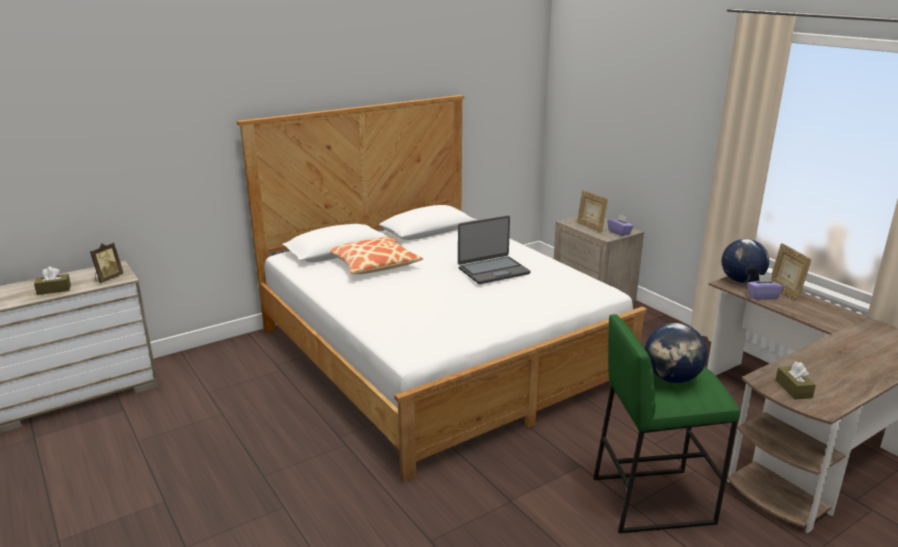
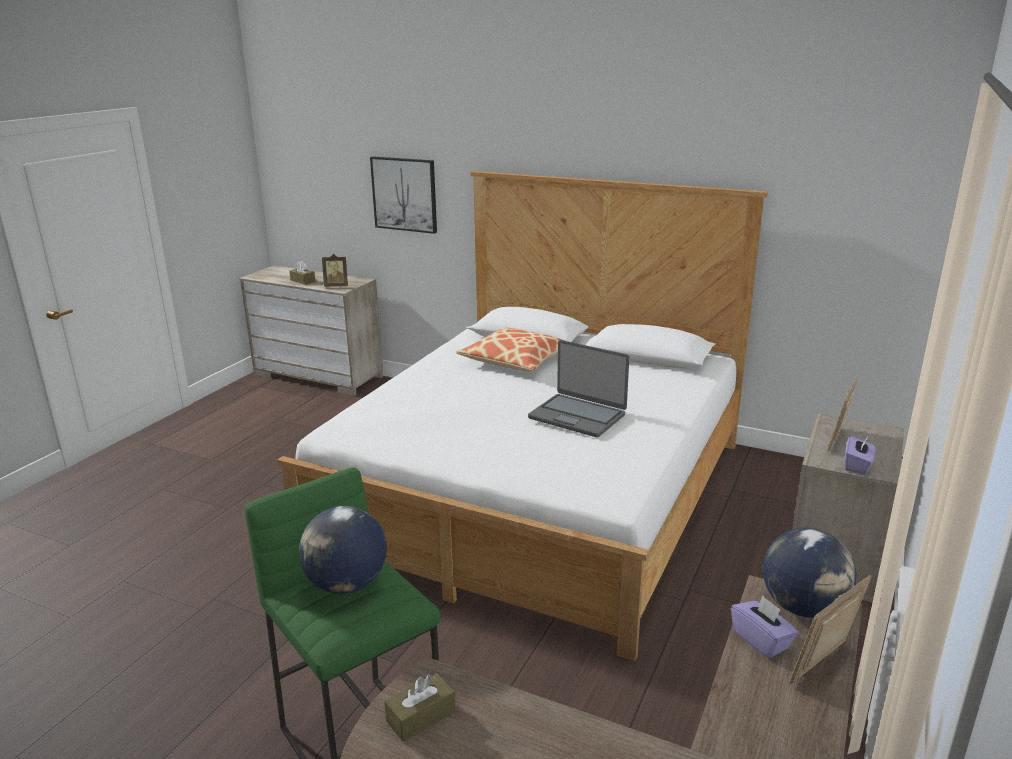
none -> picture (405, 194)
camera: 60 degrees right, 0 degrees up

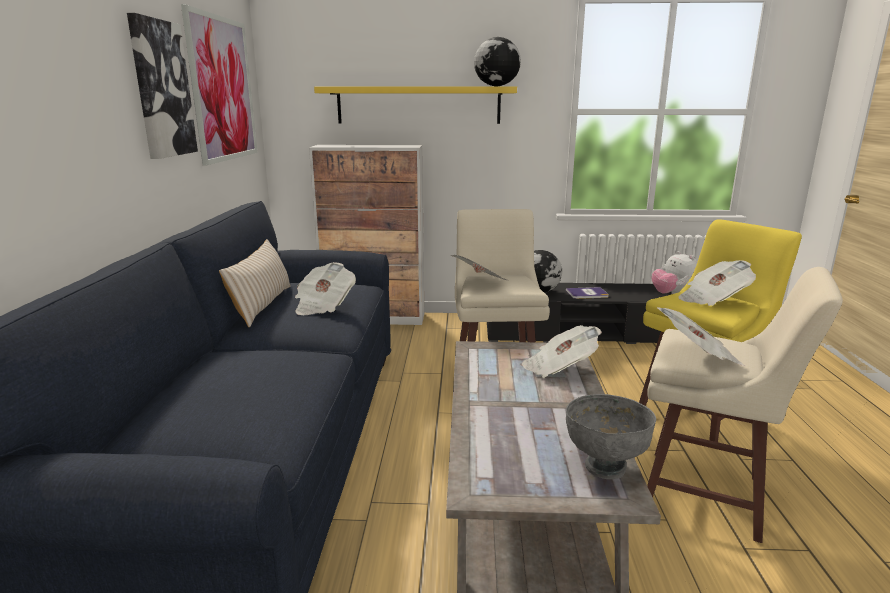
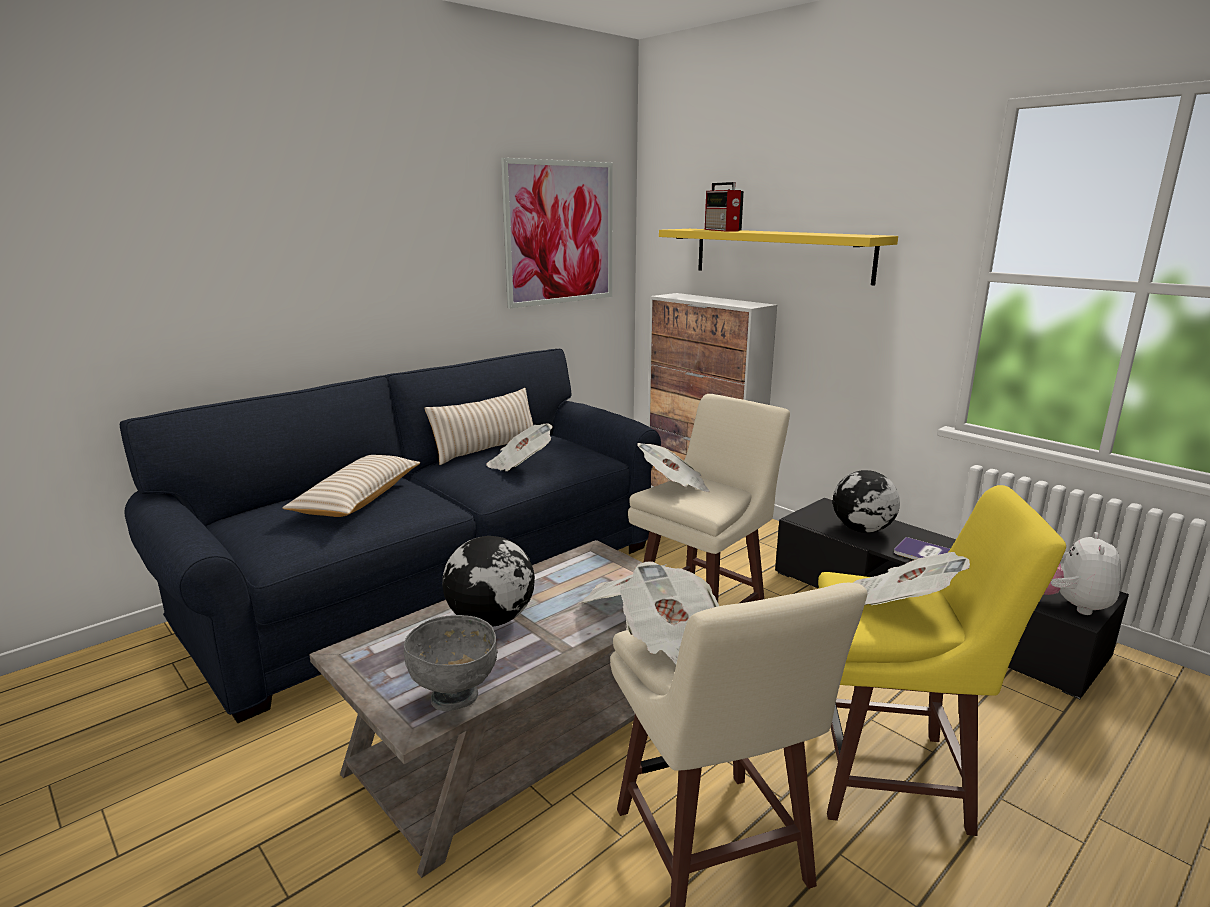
picture (161, 89) -> none
globe (496, 86) -> globe (492, 619), moved
none -> pillow in beige-coloured (358, 499)
none -> radio set (722, 230)
camera: 45 degrees right, 0 degrees up

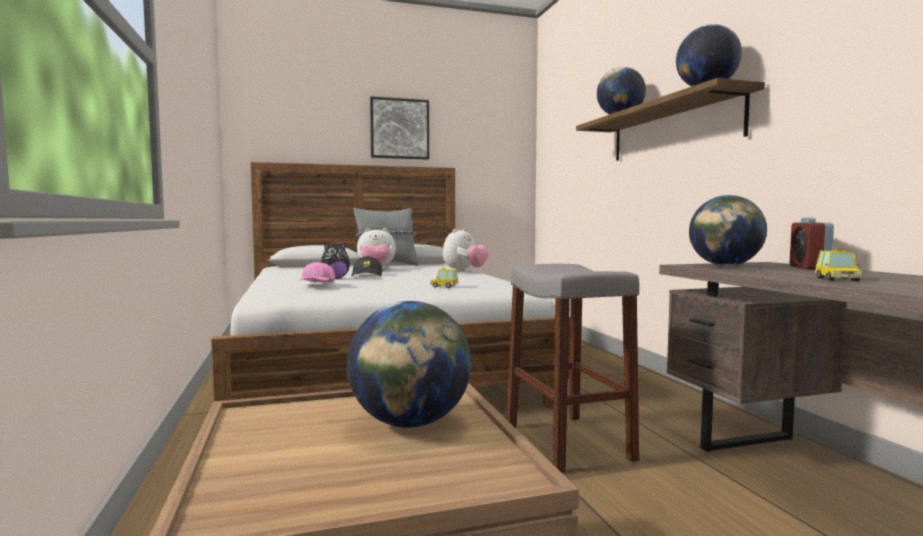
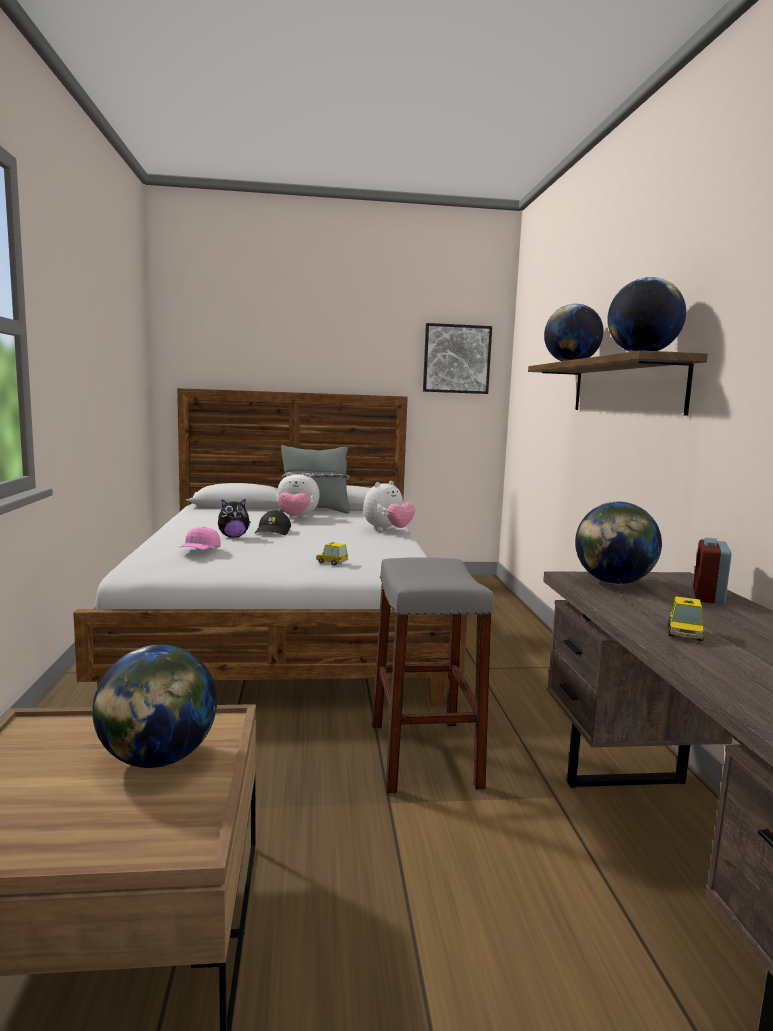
picture (399, 129) -> picture (456, 359), moved
camera: 10 degrees right, 5 degrees up

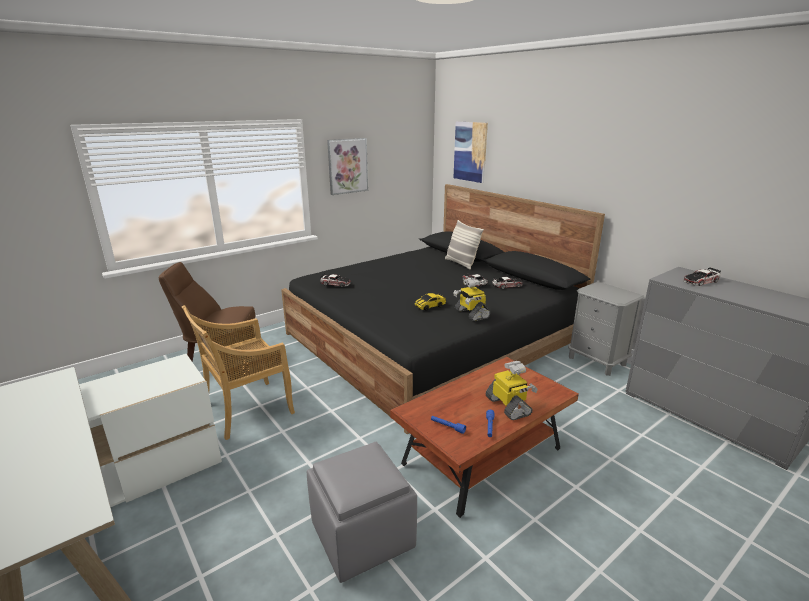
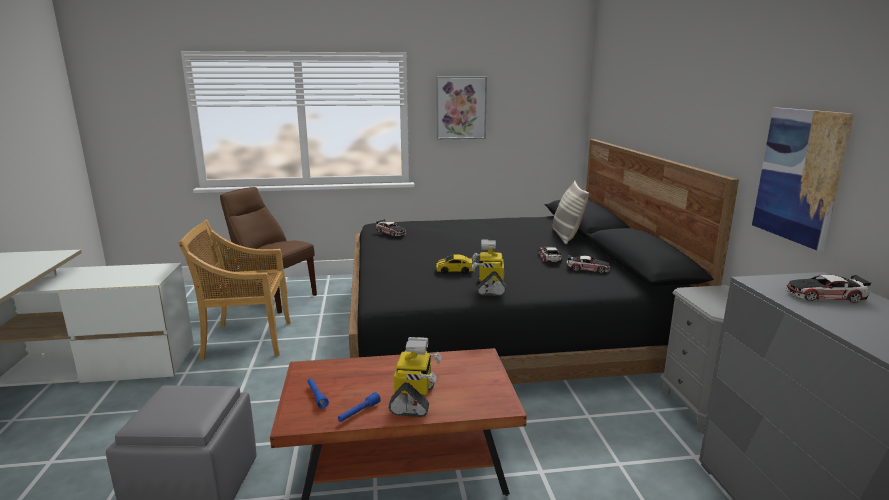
picture (470, 151) -> picture (799, 175), moved
camera: 30 degrees right, 5 degrees down

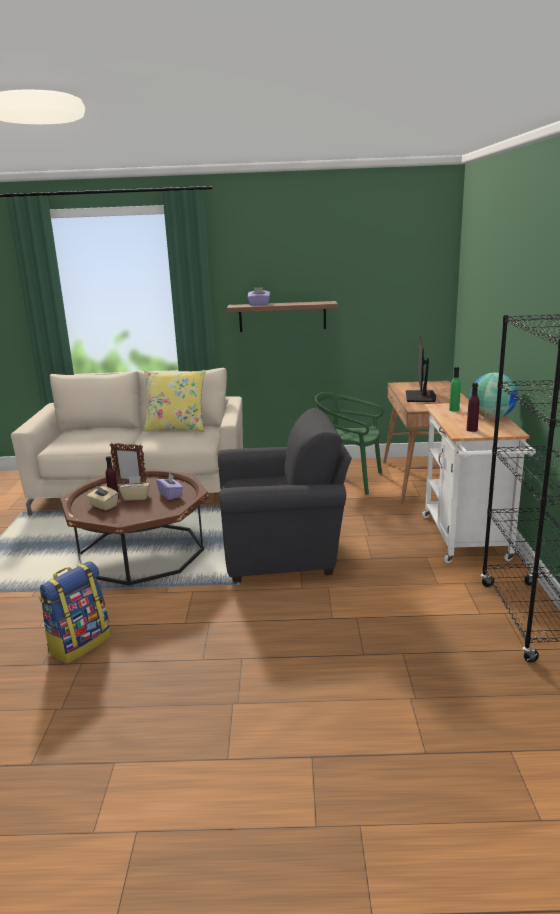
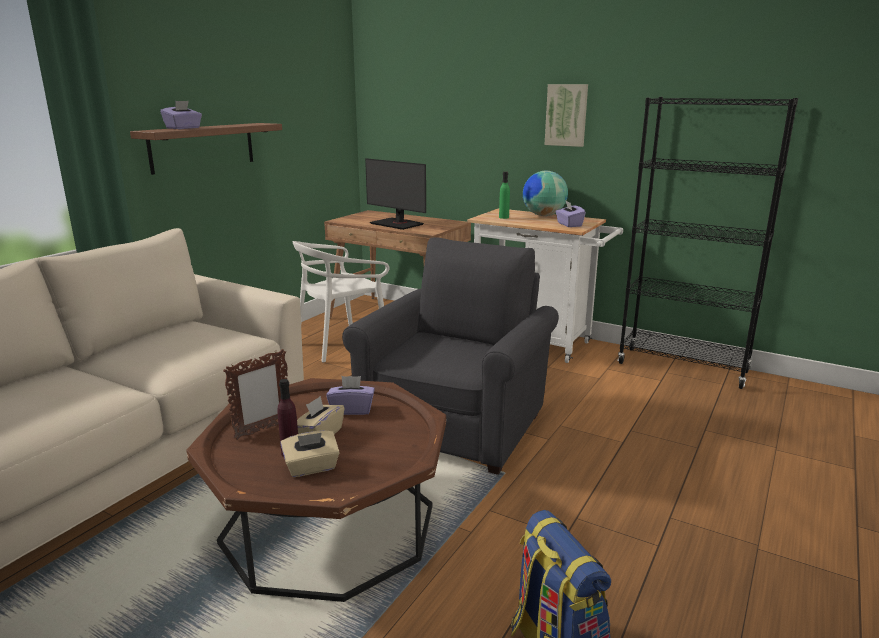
pillow in yellow (176, 428) -> none
plain chair in greenish (348, 480) -> plain chair in white (341, 344)
beverage bottle in purple (472, 430) -> tissue box in purple (569, 224)
none -> picture (566, 115)
camera: 60 degrees left, 0 degrees up

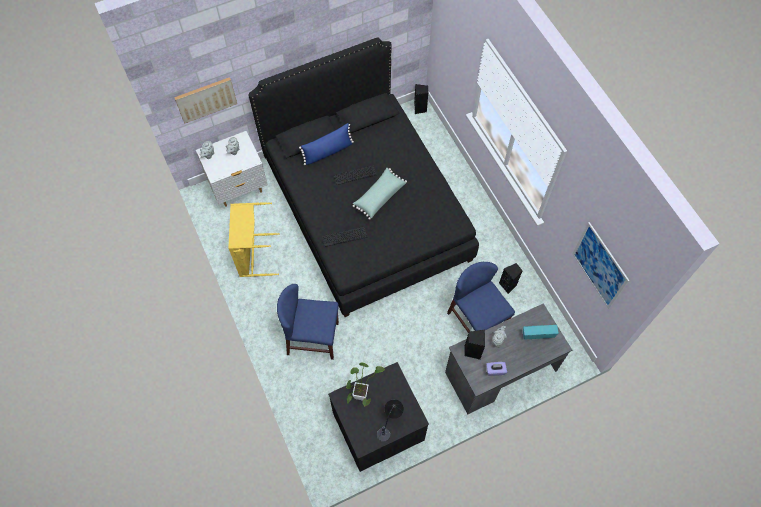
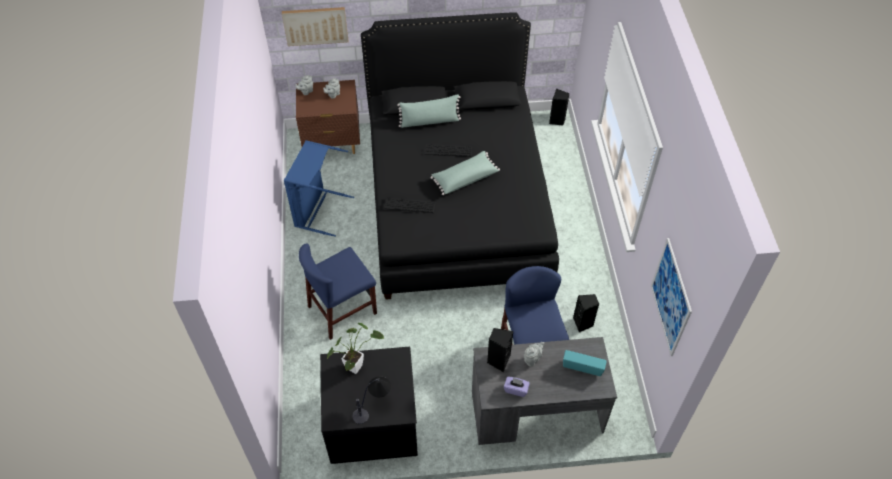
nightstand in white (239, 188) -> nightstand in brown-coloured (332, 144)
washing basket in yellow (253, 255) -> washing basket in bluish (318, 210)
plain chair in bluish (313, 338) -> plain chair in bluish (342, 310), 60 degrees counterclockwise
pillow in bluish (328, 152) -> pillow in greenish (429, 121)
camera: 20 degrees right, 10 degrees down

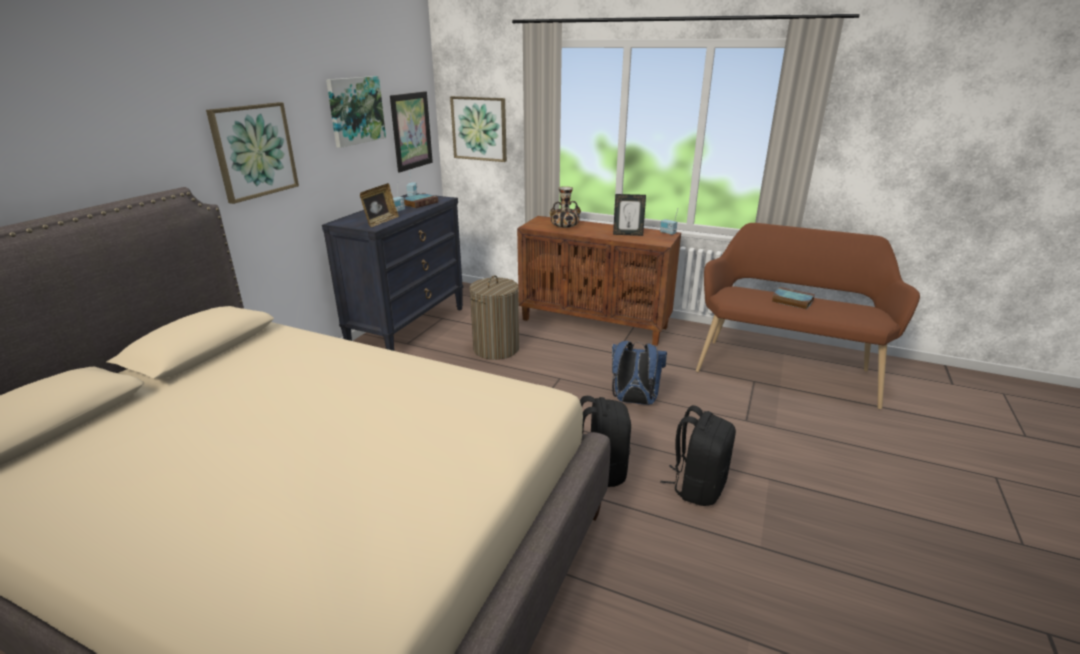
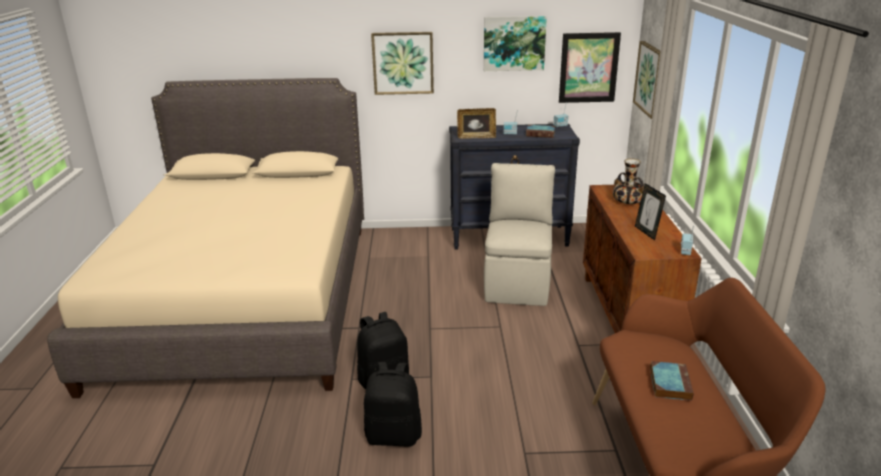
washing basket (496, 348) -> plain chair in beige-coloured (518, 283)
rucksack in bluish (633, 401) -> none
camera: 65 degrees right, 0 degrees up

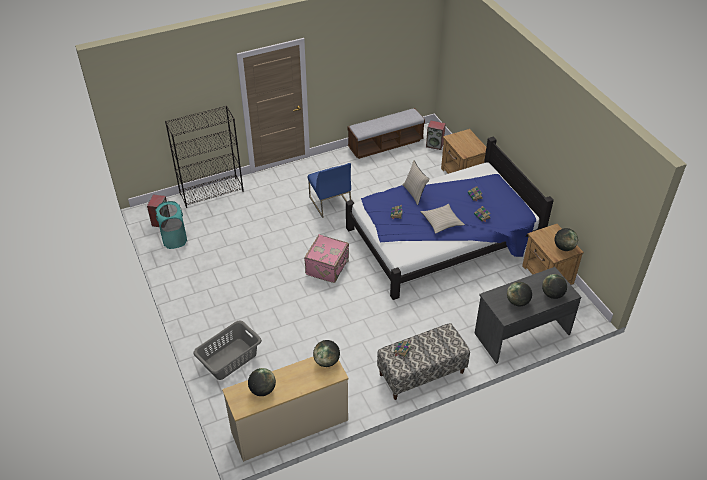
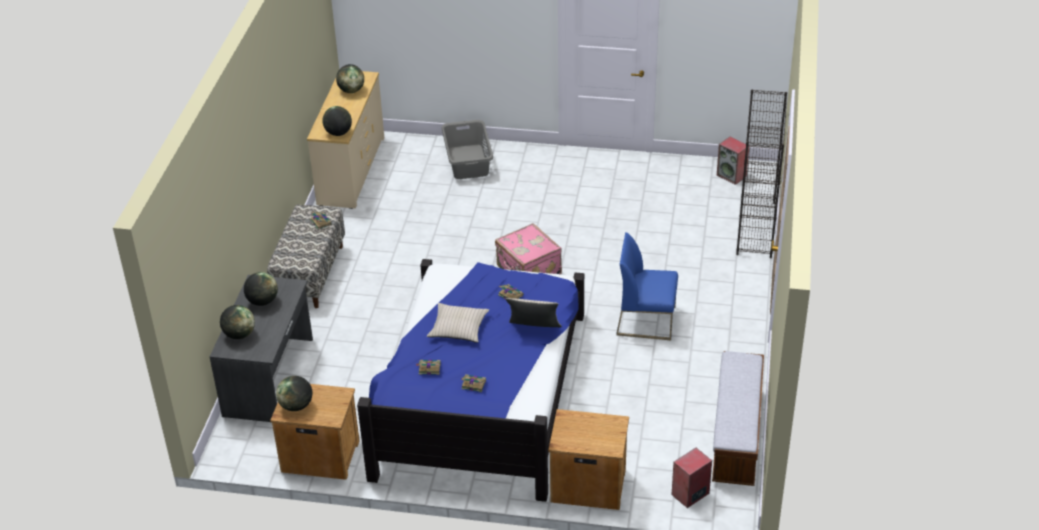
washing basket in turquoise (174, 239) -> none
camera: 125 degrees right, 5 degrees down

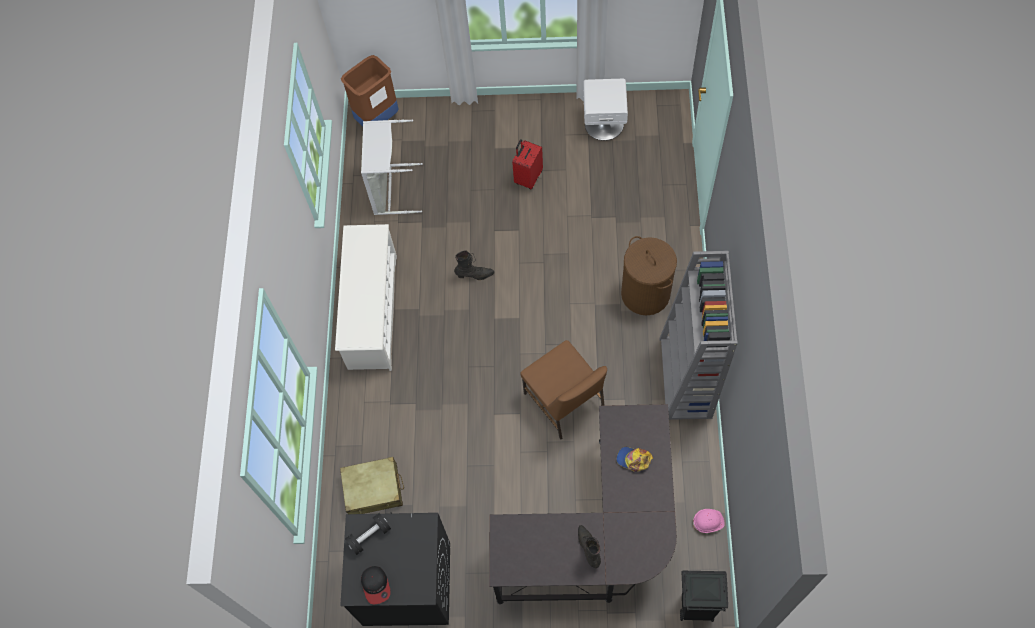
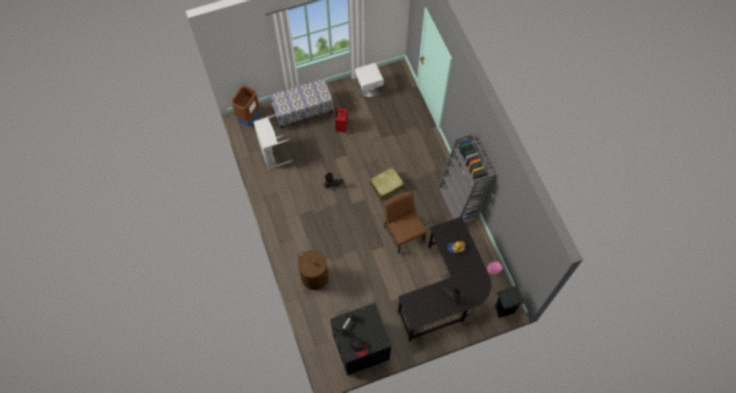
shoe rack in white (372, 312) -> none
piece of luggage in beige-coloured (373, 490) -> piece of luggage in beige-coloured (387, 186), moved
plain chair in brown-coloured (564, 402) -> plain chair in brown-coloured (403, 233), 150 degrees counterclockwise
washing basket in brown-coloured (646, 293) -> washing basket in brown-coloured (315, 277), moved
none -> long seat (303, 111)
camera: 25 degrees left, 0 degrees up

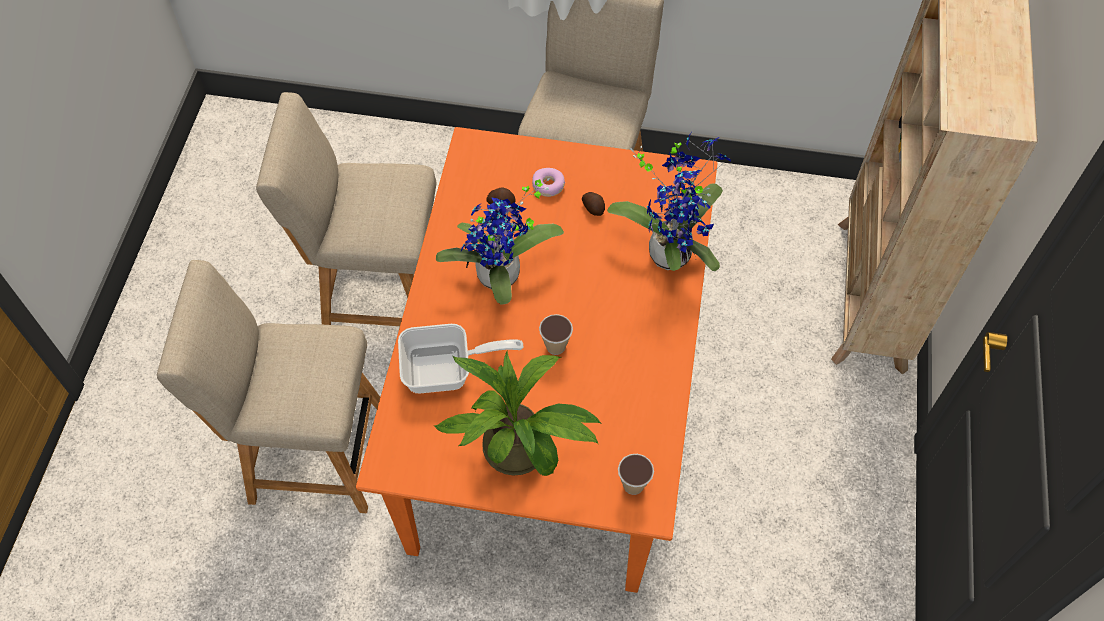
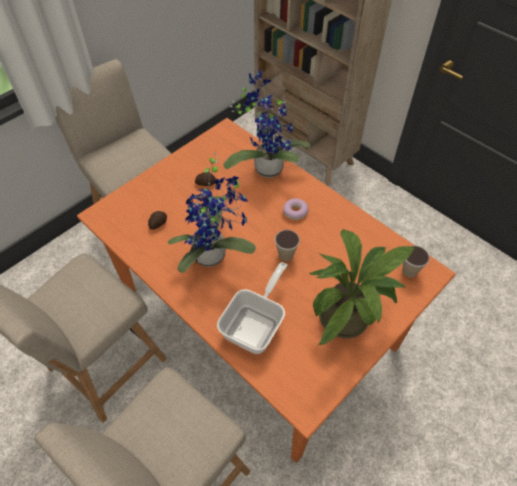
doughnut (548, 186) -> doughnut (295, 212), moved
camera: 55 degrees left, 5 degrees down

